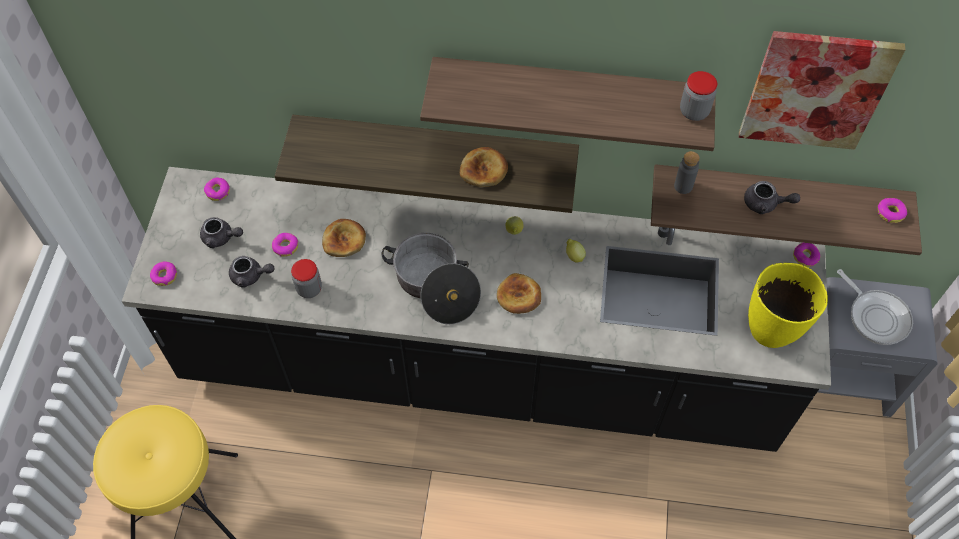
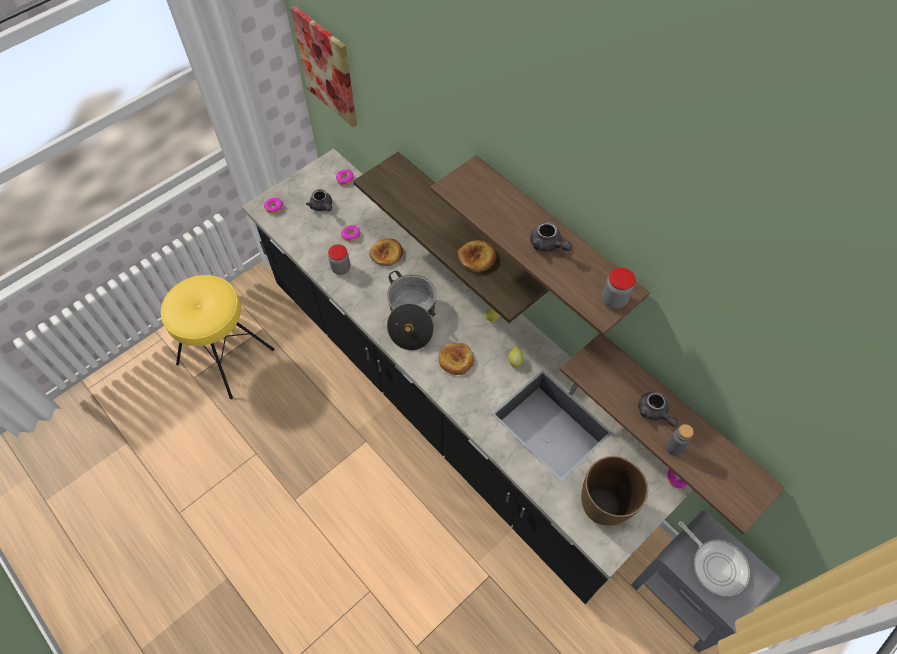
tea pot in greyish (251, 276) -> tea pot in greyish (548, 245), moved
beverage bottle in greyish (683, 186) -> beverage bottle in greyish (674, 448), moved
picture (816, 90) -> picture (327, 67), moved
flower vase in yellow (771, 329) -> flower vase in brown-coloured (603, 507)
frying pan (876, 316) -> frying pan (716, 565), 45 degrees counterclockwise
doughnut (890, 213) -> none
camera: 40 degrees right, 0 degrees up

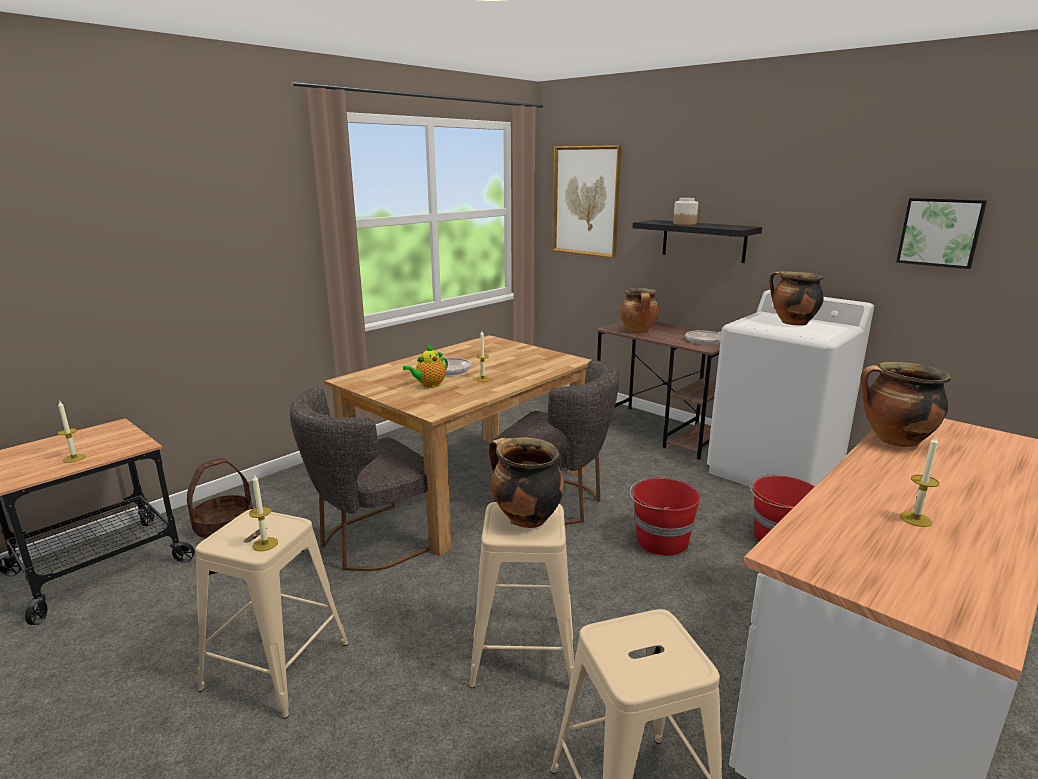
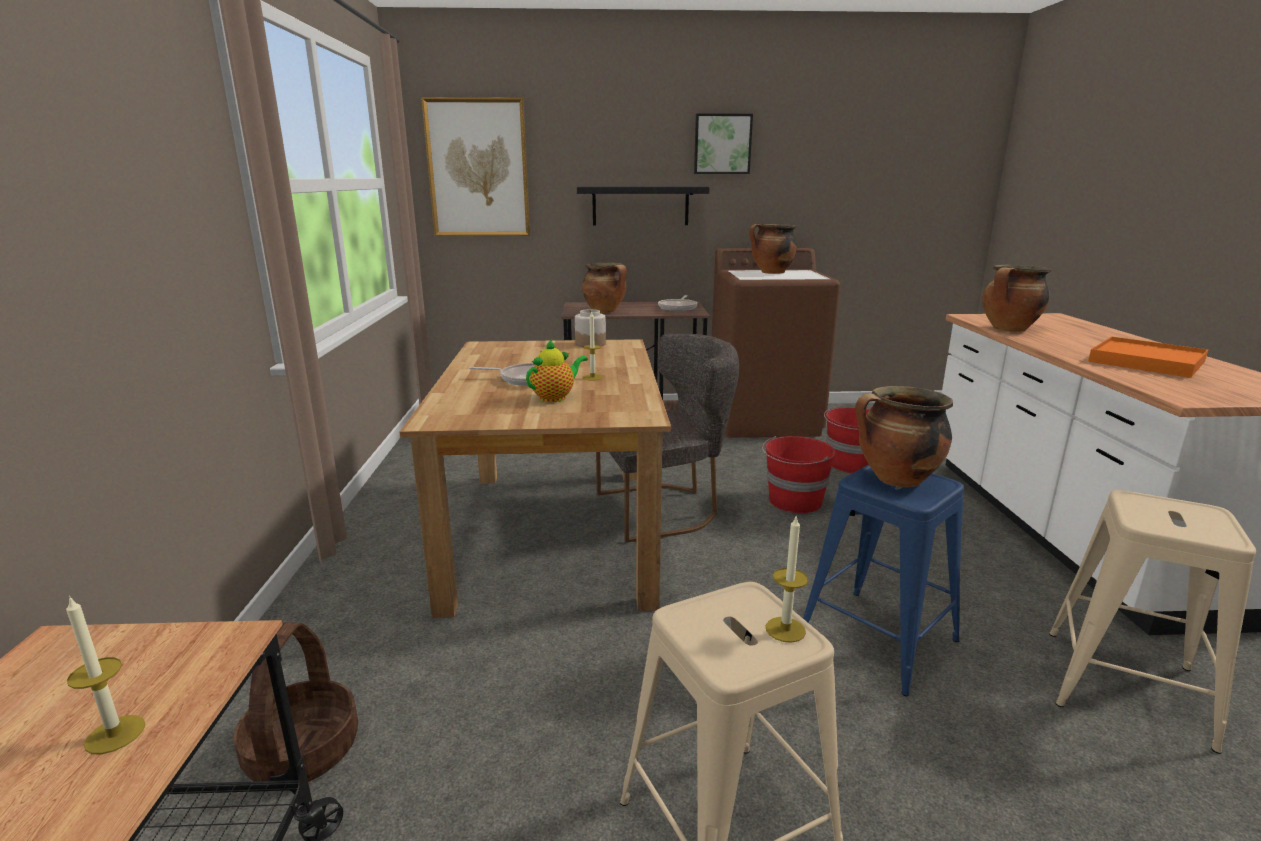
plain chair in greyish (371, 542) -> none
tea pot (429, 385) -> tea pot (555, 397), 135 degrees counterclockwise
sitting stool in beige-coloured (523, 651) -> sitting stool in bluish (878, 639)
preserve jar (684, 223) -> preserve jar (590, 344), moved
laundry machine in white (775, 471) -> laundry machine in brown-coloured (764, 420)
picture (940, 232) -> picture (722, 144), moved
wax candle (915, 519) -> carrying tray in orangey (1146, 361)
camera: 45 degrees left, 0 degrees up

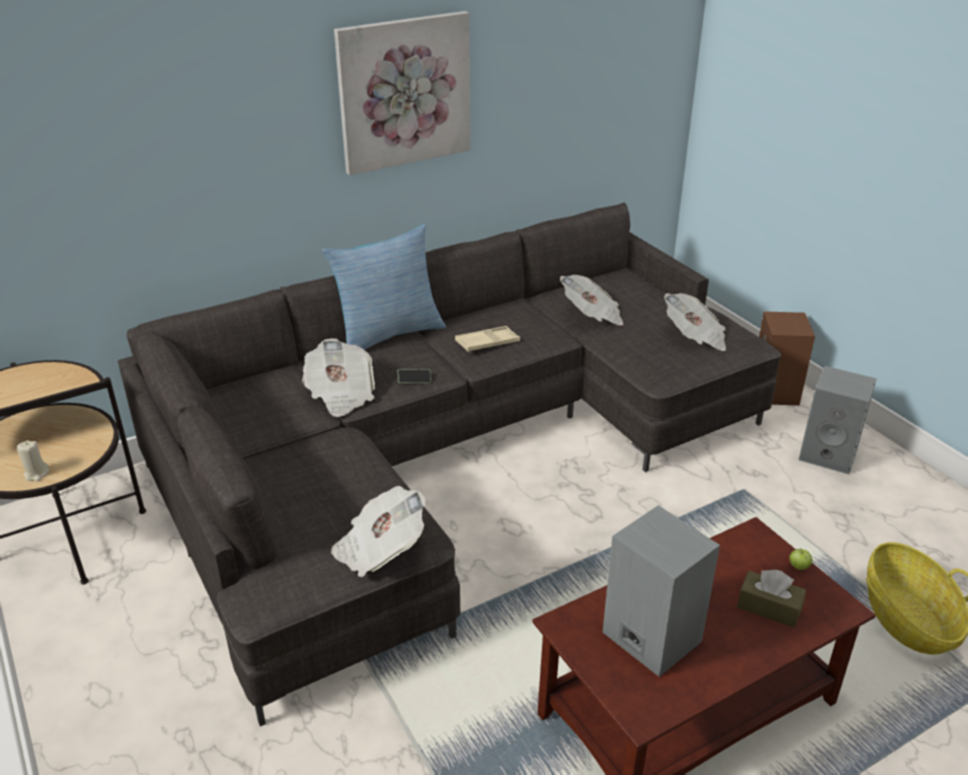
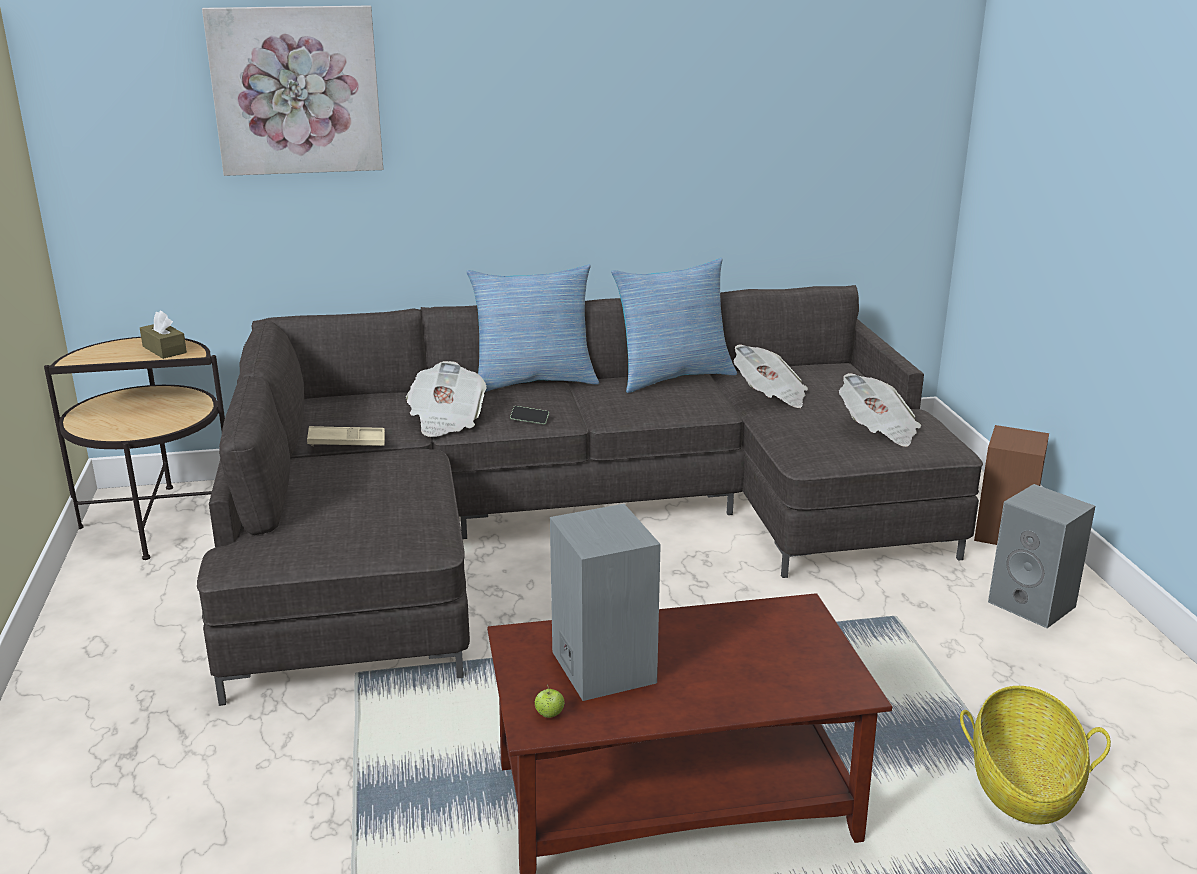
wax candle in beige-coloured (36, 474) -> none
printed paper (380, 549) -> none
picture (404, 92) -> picture (296, 90), moved
carrying tray in beige-coloured (487, 343) -> carrying tray in beige-coloured (347, 442), moved
tissue box in brown-coloured (769, 607) -> tissue box in brown-coloured (164, 350), moved
whole apple (798, 567) -> whole apple (549, 715), moved
none -> pillow (672, 377)
camera: 20 degrees right, 10 degrees down

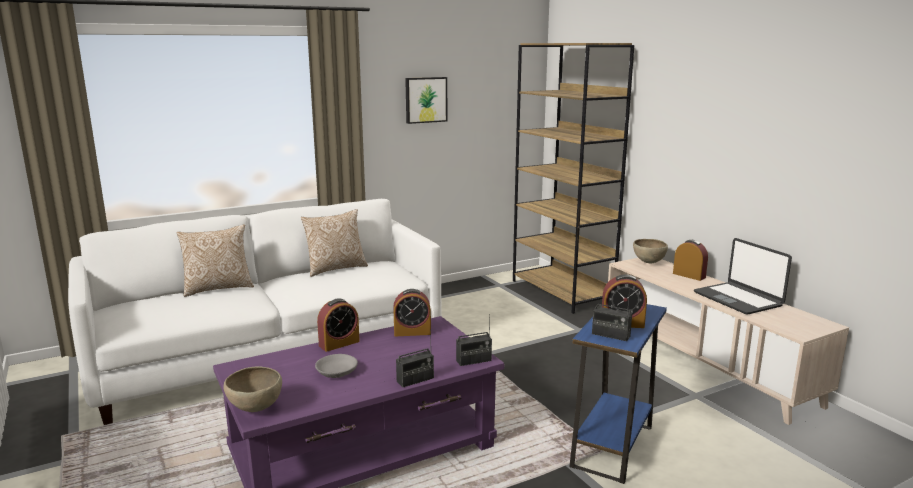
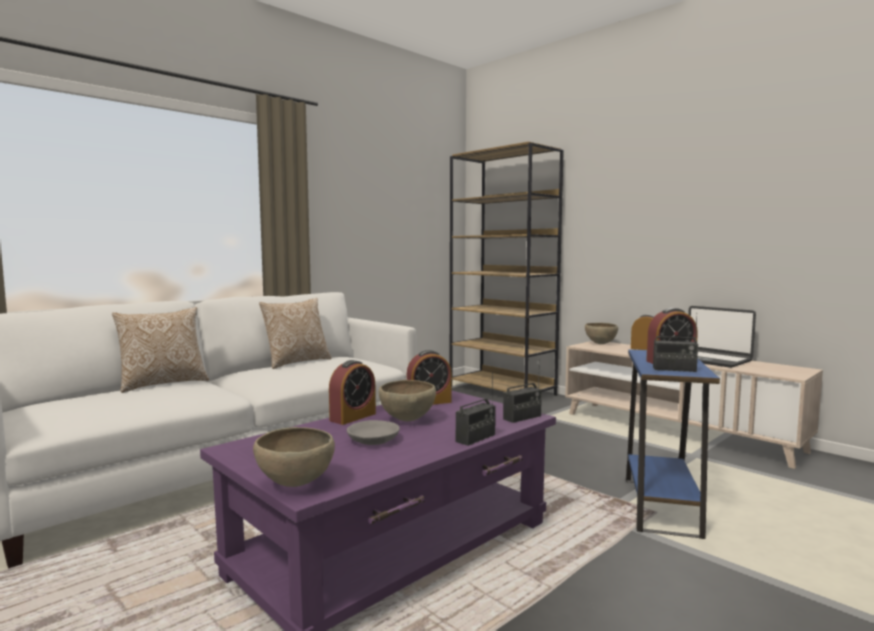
picture (425, 100) -> none
none -> bowl in brown-coloured (407, 420)
camera: 15 degrees left, 10 degrees down

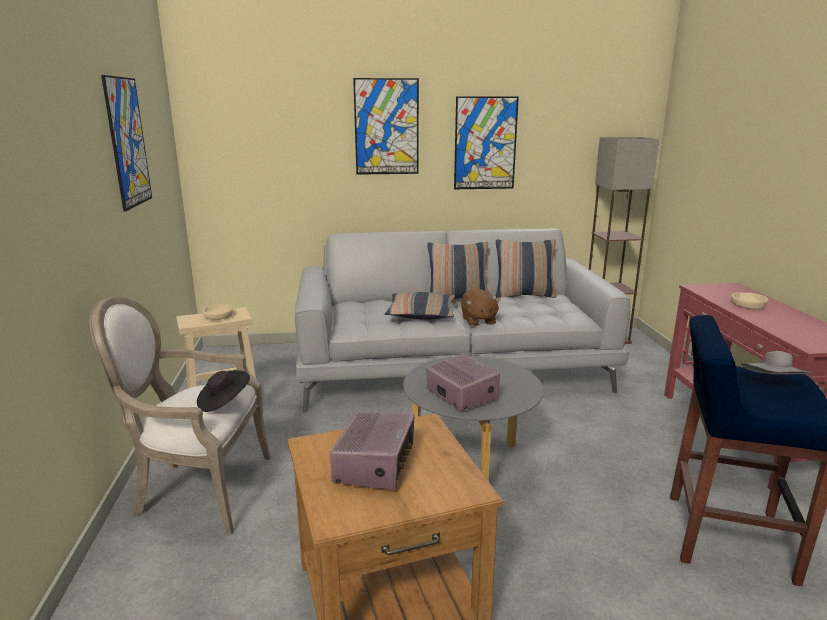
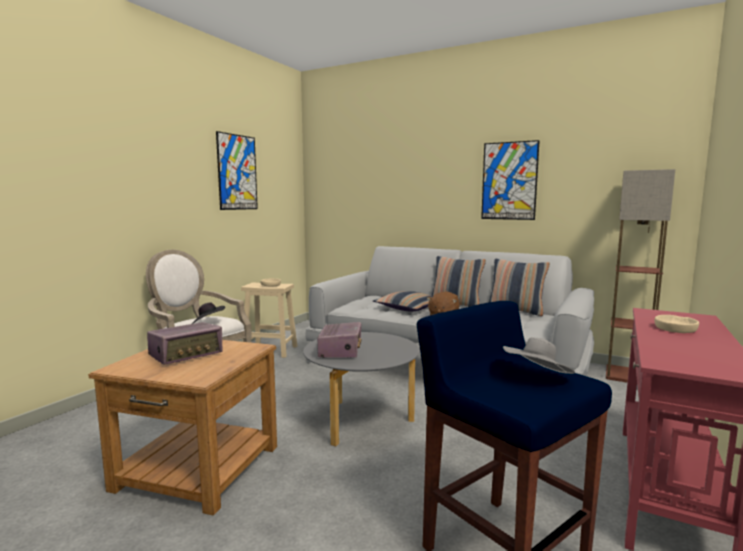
picture (386, 127) -> none
camera: 35 degrees right, 10 degrees down

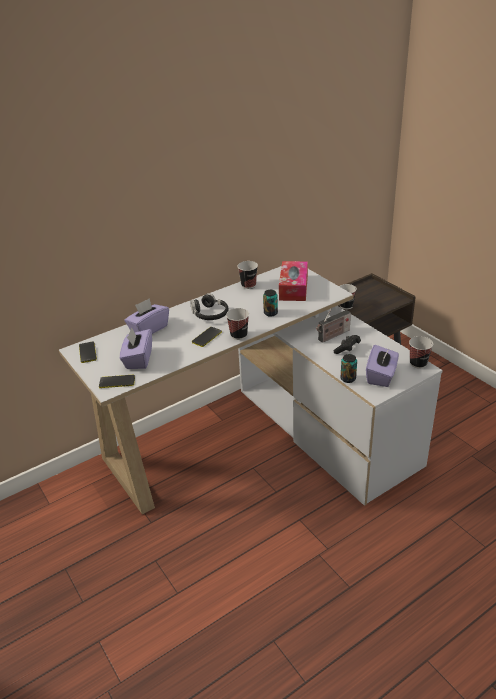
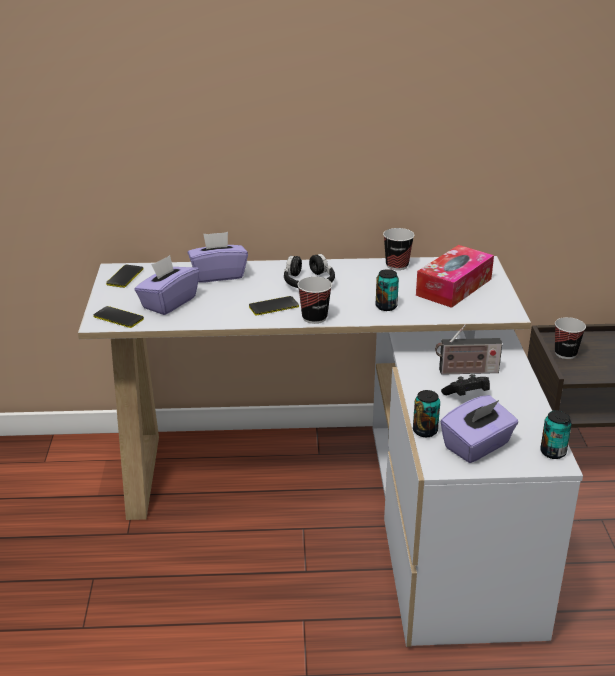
small cup (418, 363) -> can (553, 452)
camera: 30 degrees right, 5 degrees down

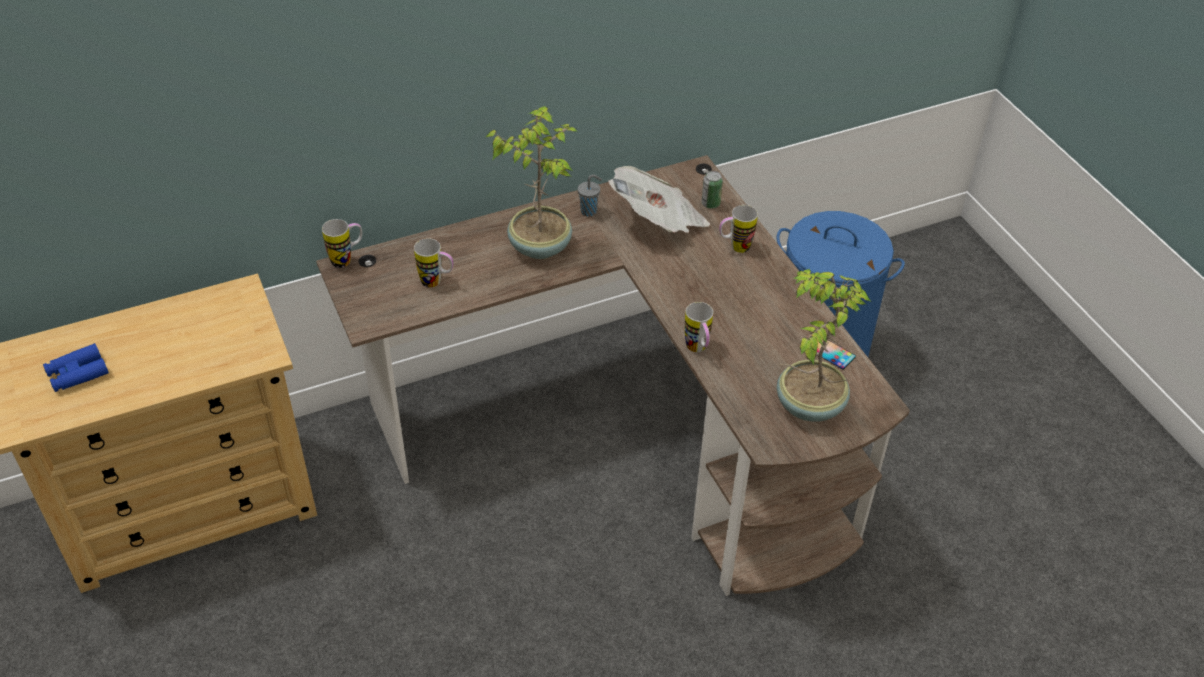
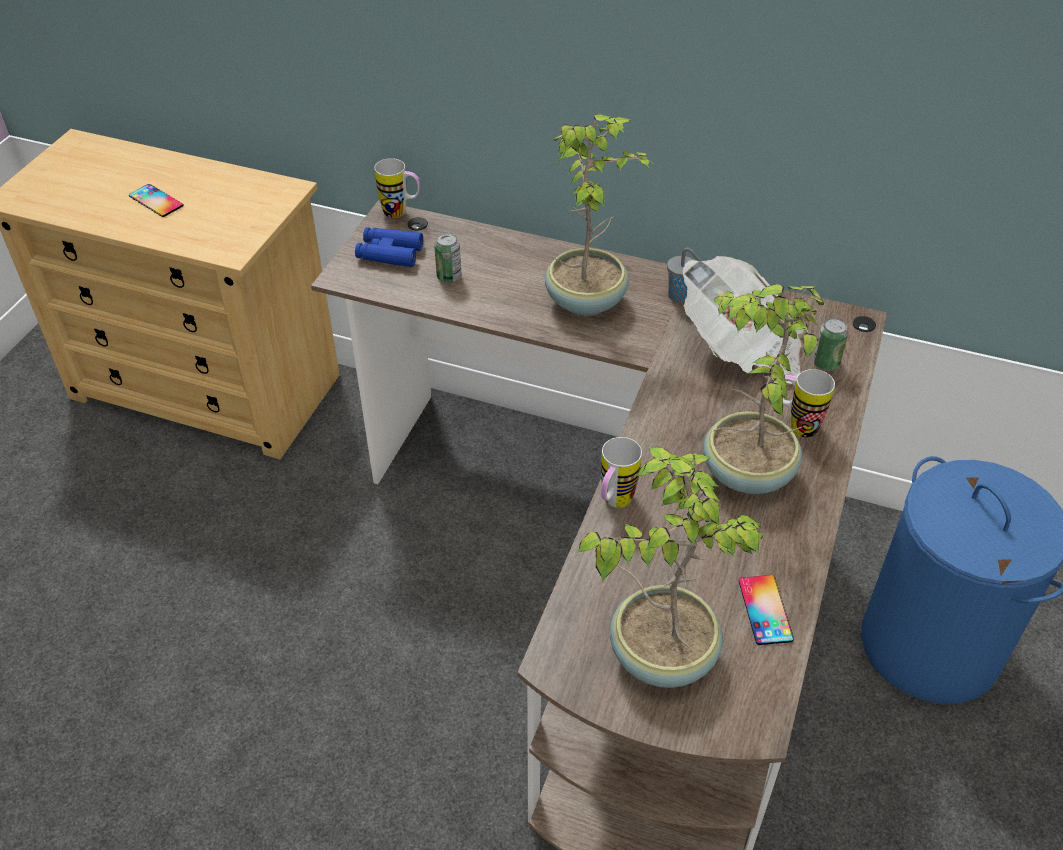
field glasses in bluish (77, 373) -> field glasses in bluish (389, 253), moved
coffee mug (437, 282) -> can (449, 277)
none -> handset (156, 201)
none -> potted plant (745, 473)
camera: 45 degrees right, 0 degrees up

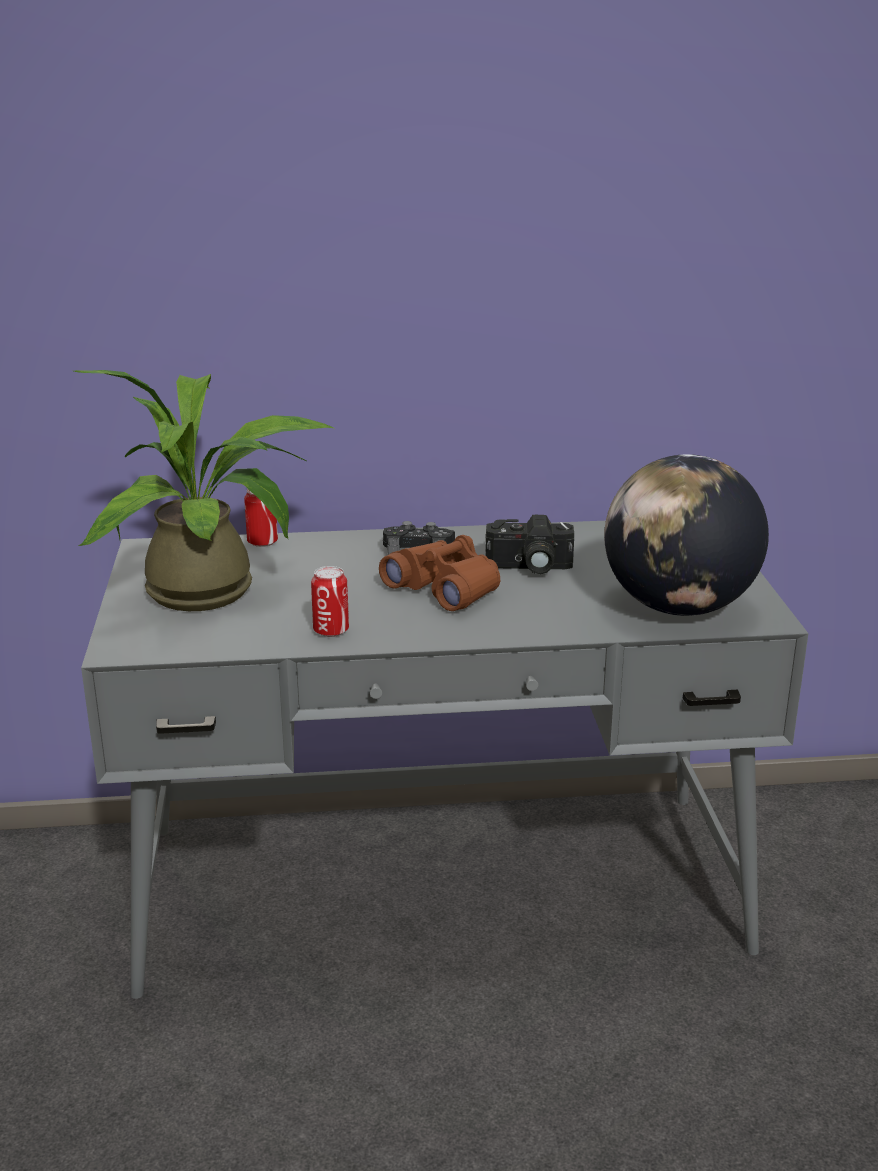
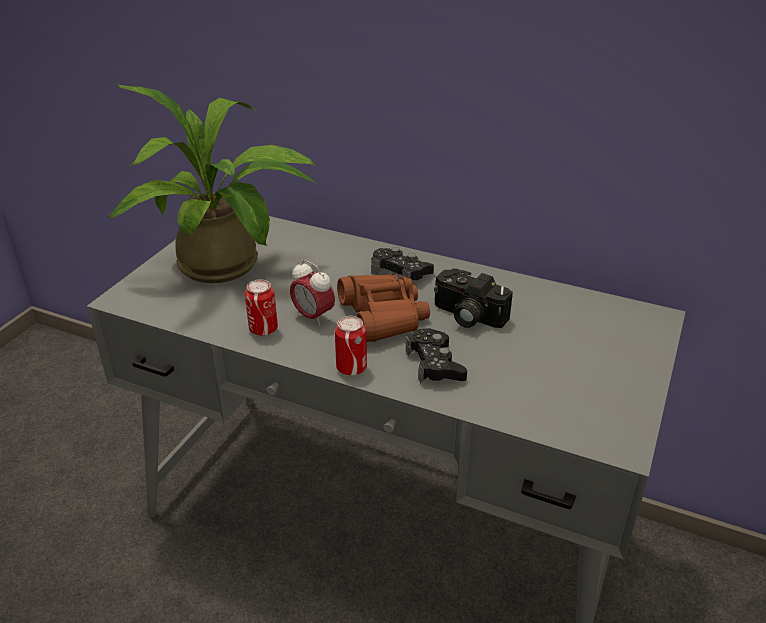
can (262, 542) -> can (351, 368), moved
globe (678, 607) -> none
none -> bedside clock (313, 317)
none -> joypad in blackish (435, 364)
camera: 30 degrees right, 10 degrees up

